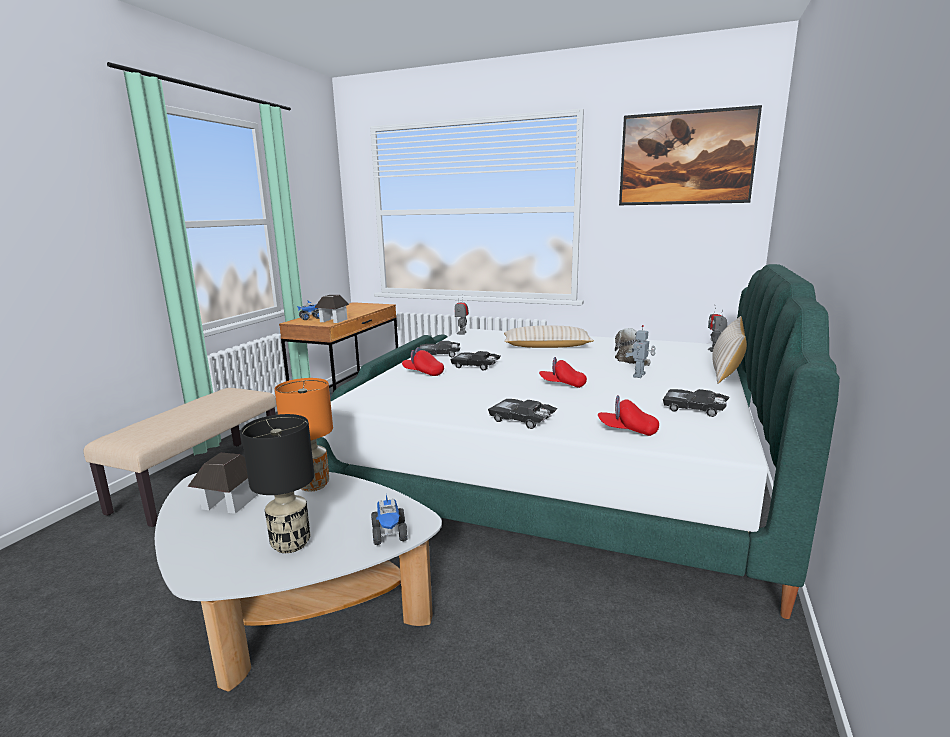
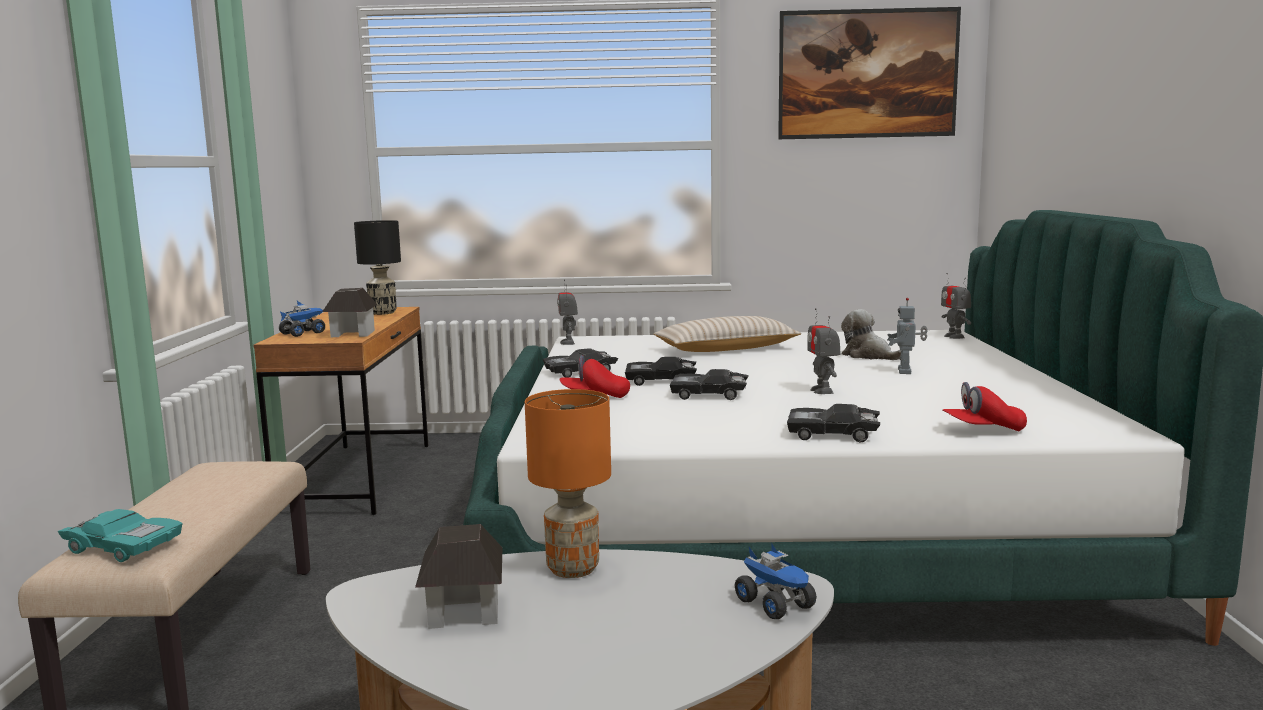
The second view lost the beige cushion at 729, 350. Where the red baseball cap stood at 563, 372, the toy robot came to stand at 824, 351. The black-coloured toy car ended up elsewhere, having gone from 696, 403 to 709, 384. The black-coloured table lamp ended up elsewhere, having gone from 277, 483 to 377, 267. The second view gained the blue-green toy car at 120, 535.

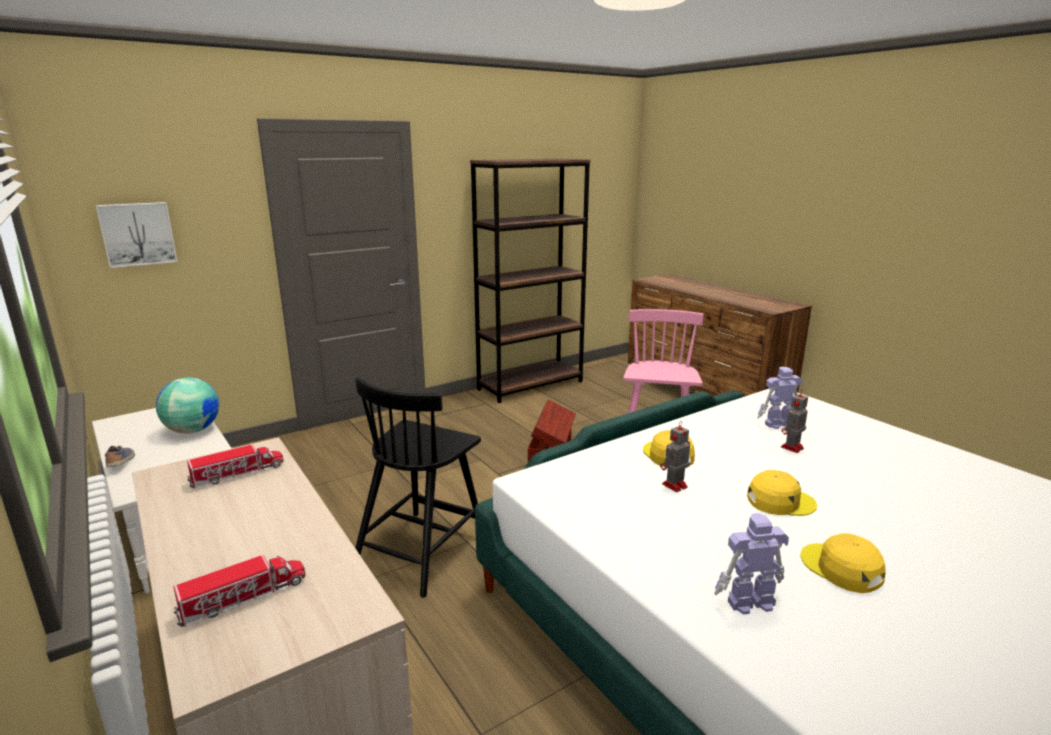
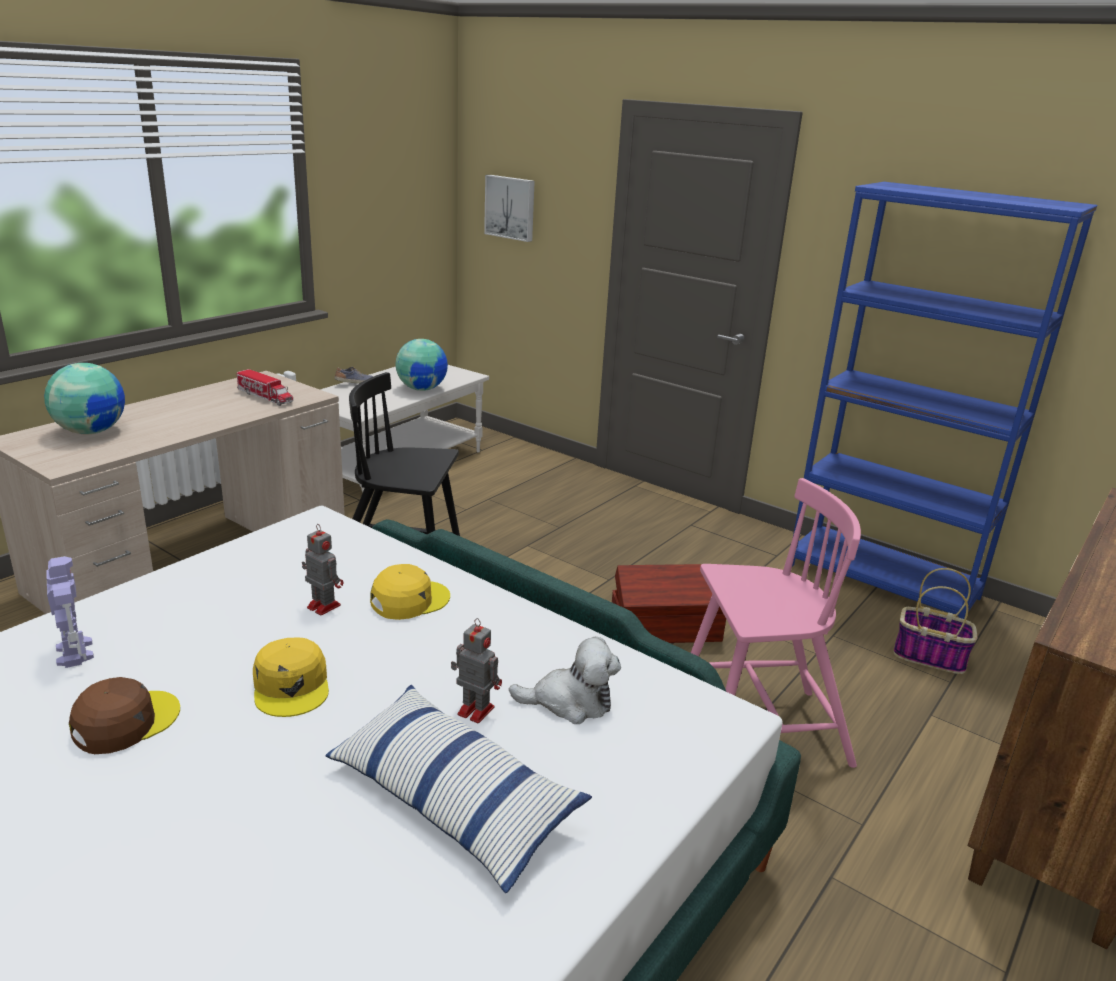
What was the brownish bookshelf at 530, 280 turned into the blue-coloured bookshelf at 944, 400. Where the toy robot stood at 779, 398, the soft toy came to stand at 565, 680. What was the yellow-coloured baseball cap at 843, 563 turned into the brownish baseball cap at 124, 715. Where the toy truck stood at 239, 591, the globe came to stand at 84, 398. The second view gained the storage basket at 935, 621. The second view gained the cushion at 458, 789.

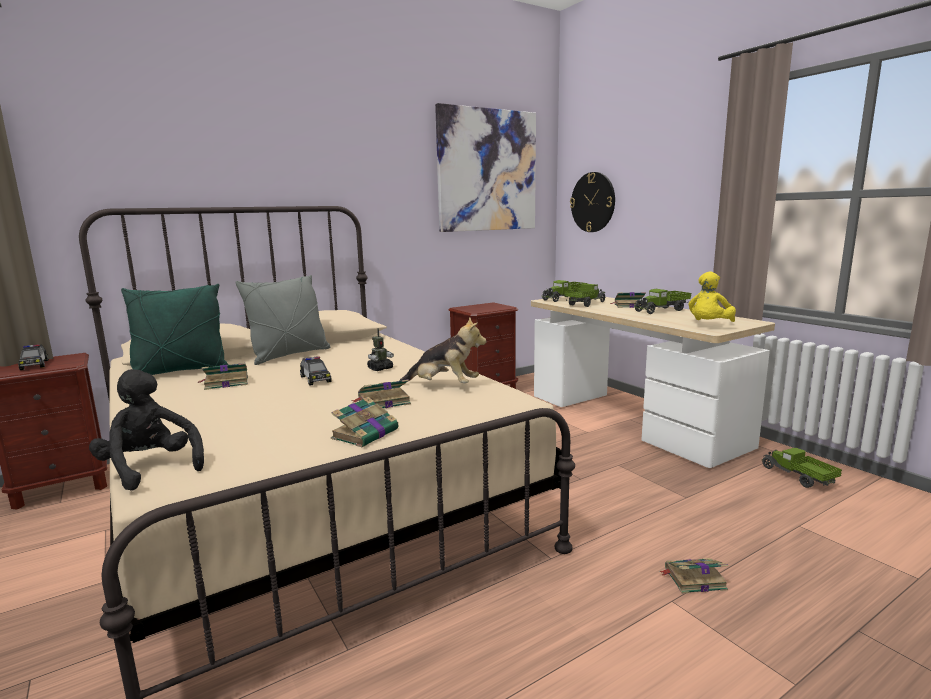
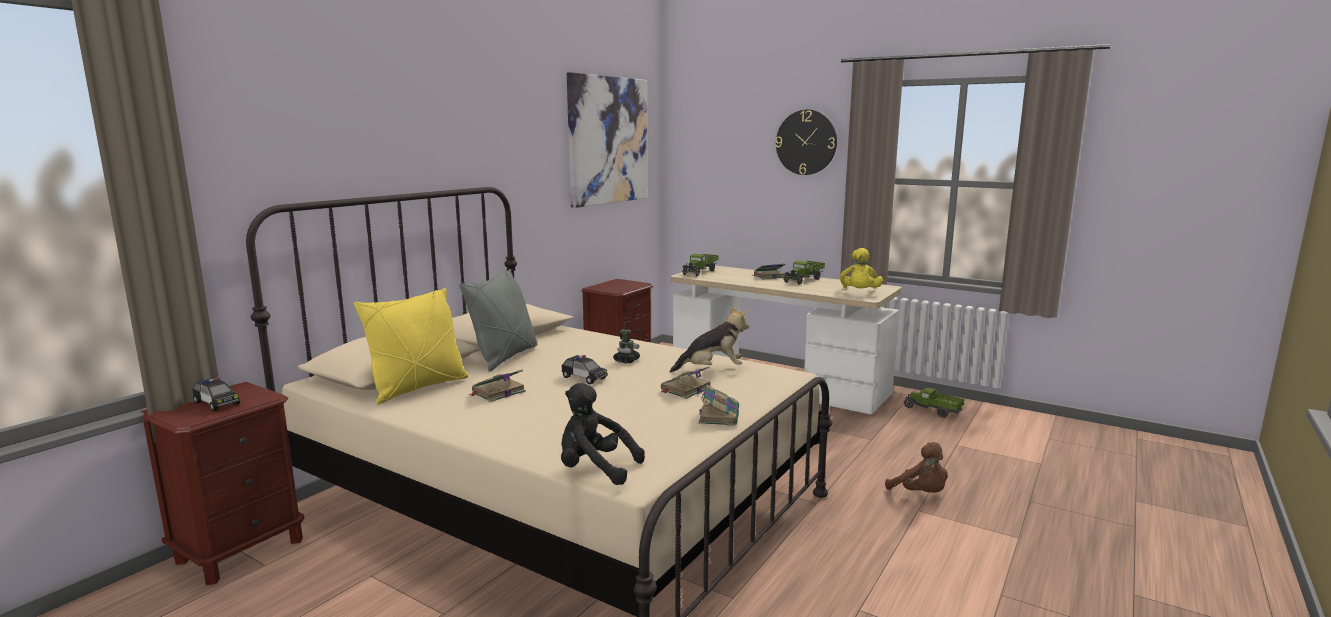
The wall clock ended up elsewhere, having gone from 592, 202 to 806, 142. What was the greenish cushion at 174, 329 turned into the yellow-coloured cushion at 411, 346. The second view lost the toy truck at 585, 295. Where the volume stood at 693, 576, the brownish soft toy came to stand at 916, 467.

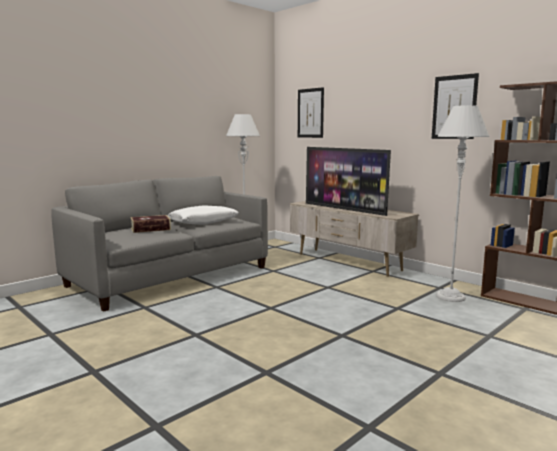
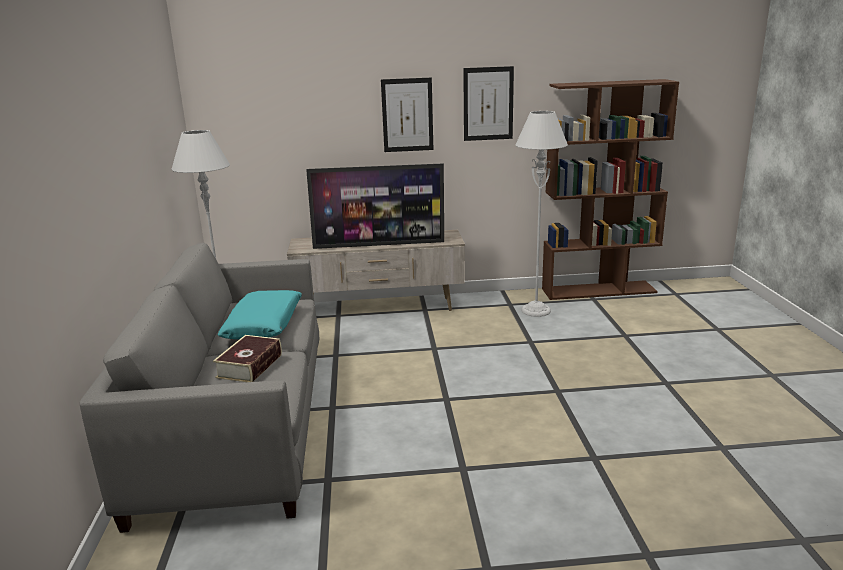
The wall picture ended up elsewhere, having gone from 311, 112 to 407, 115. What was the white cushion at 203, 215 turned into the blue-green cushion at 259, 314.

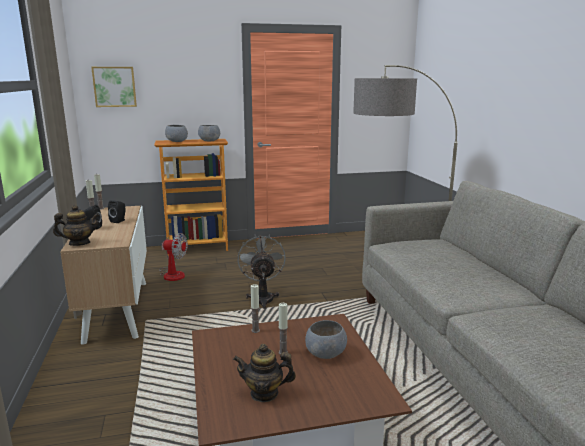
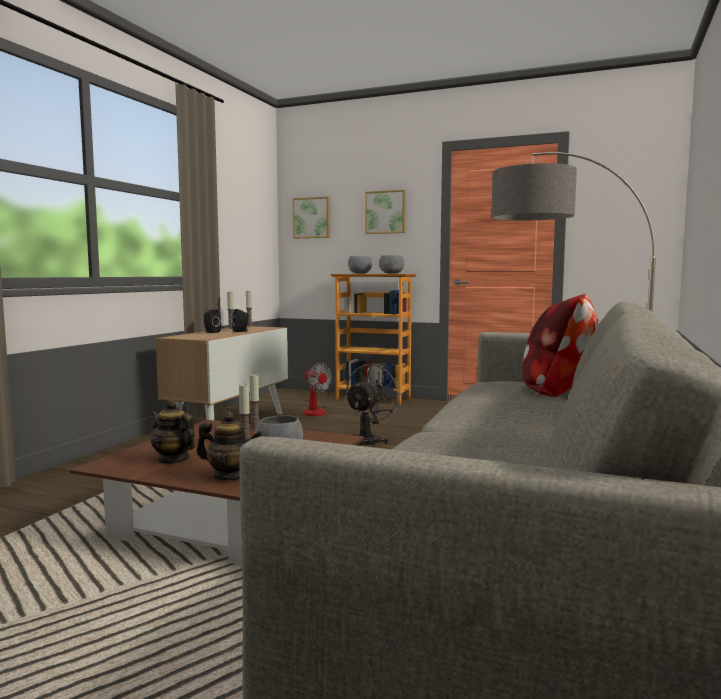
The teapot ended up elsewhere, having gone from 76, 225 to 229, 446. The second view gained the wall picture at 385, 212. The second view gained the cushion at 561, 345.

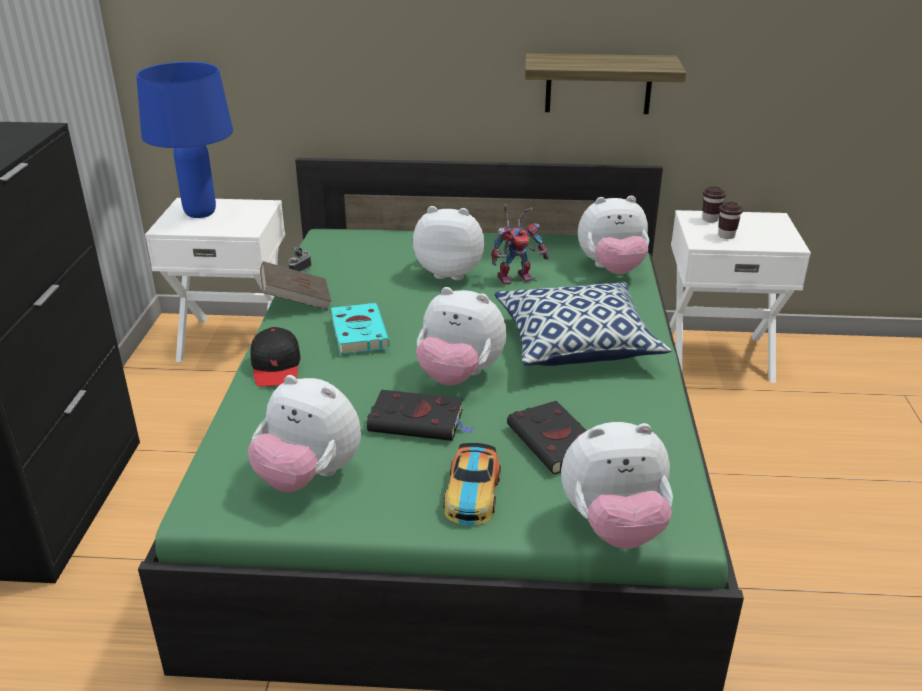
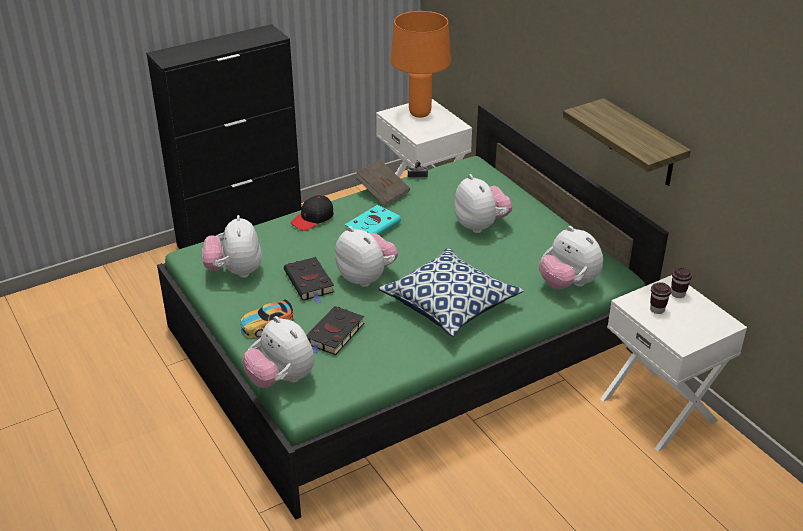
What was the blue-coloured table lamp at 184, 140 turned into the orangey table lamp at 420, 64. The second view lost the toy robot at 520, 244. The soft toy at 461, 336 ended up facing another way, 150 degrees clockwise from before.

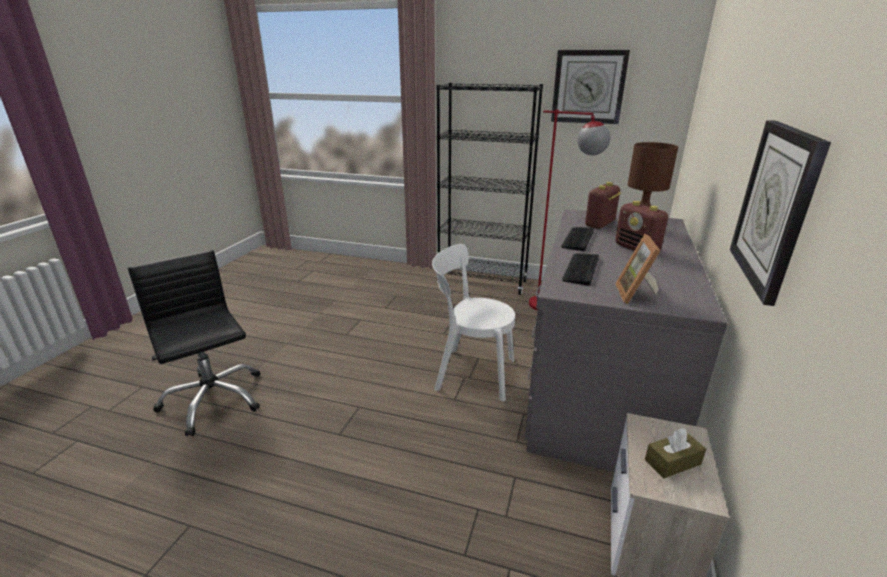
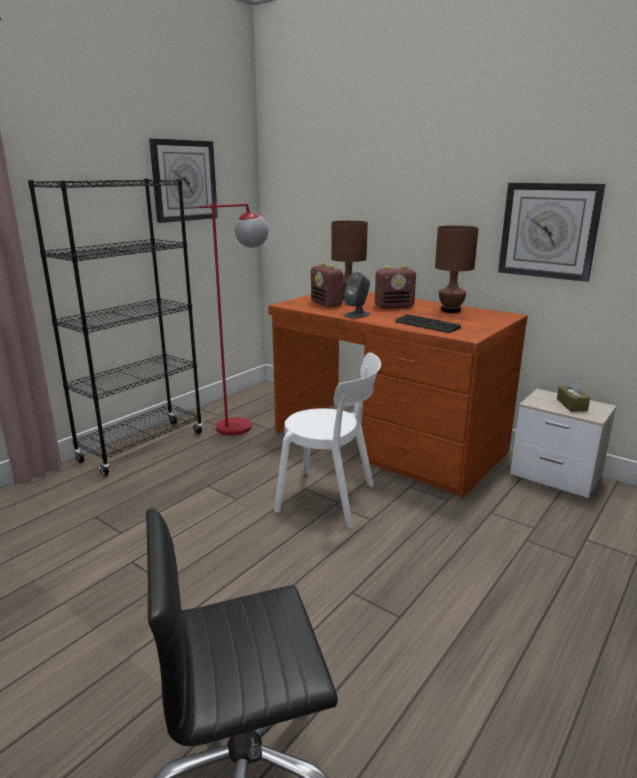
What was the grey desk table at 626, 340 turned into the brownish desk table at 398, 395. Where the computer keyboard stood at 577, 239, the grey speaker came to stand at 356, 295. The second view lost the picture frame at 637, 269. The white chair at 473, 322 ended up facing another way, 105 degrees counterclockwise from before. The second view gained the brownish table lamp at 457, 269.

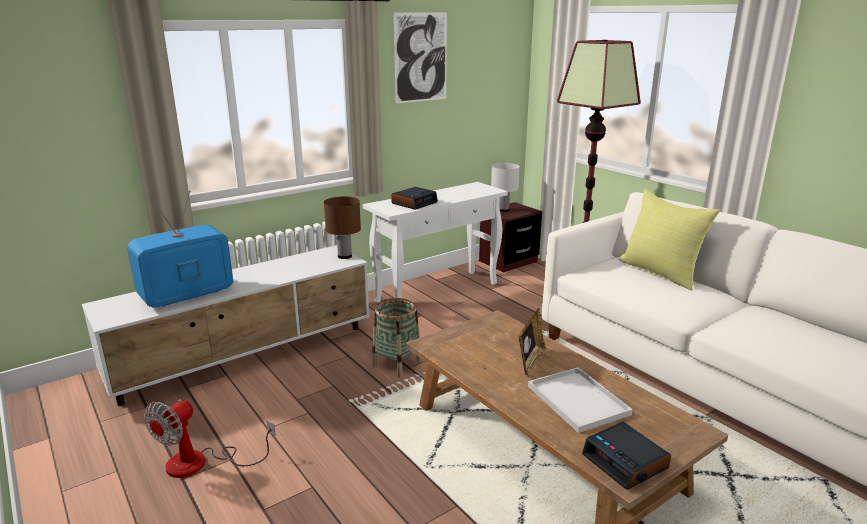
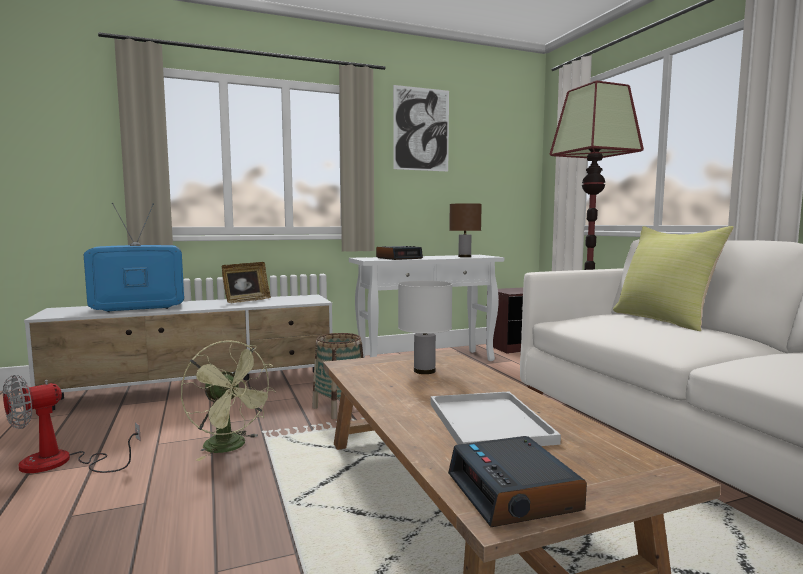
The white table lamp ended up elsewhere, having gone from 505, 187 to 425, 327. The brownish table lamp ended up elsewhere, having gone from 342, 227 to 465, 230. The picture frame ended up elsewhere, having gone from 532, 342 to 246, 282. The second view gained the greenish electric fan at 228, 400.

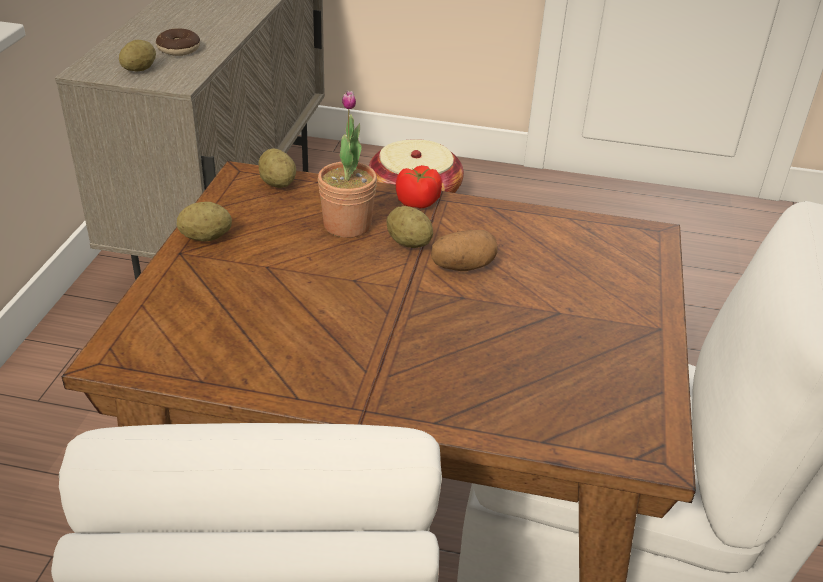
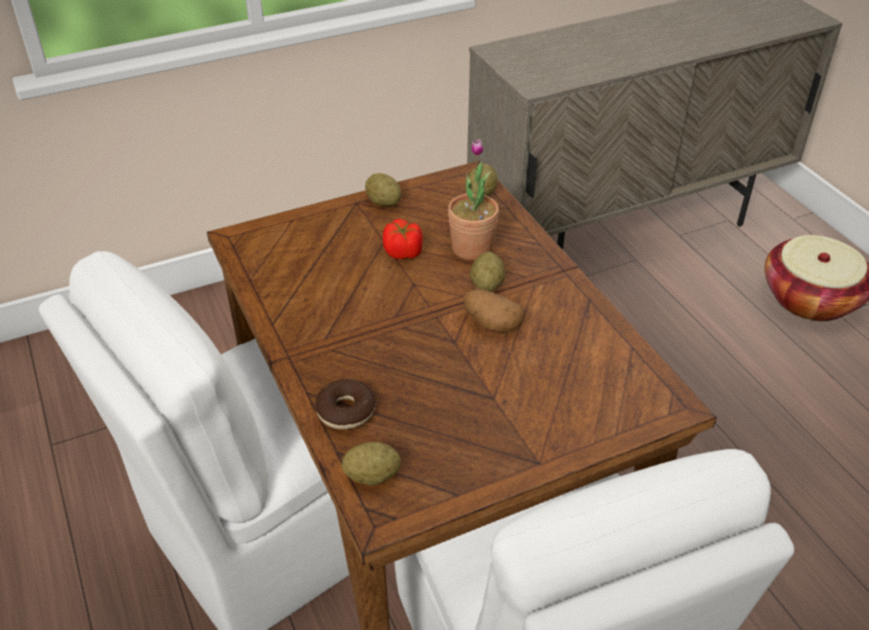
The donut ended up elsewhere, having gone from 178, 42 to 345, 404. The potato ended up elsewhere, having gone from 137, 56 to 371, 463. The tomato ended up elsewhere, having gone from 419, 186 to 403, 239.

